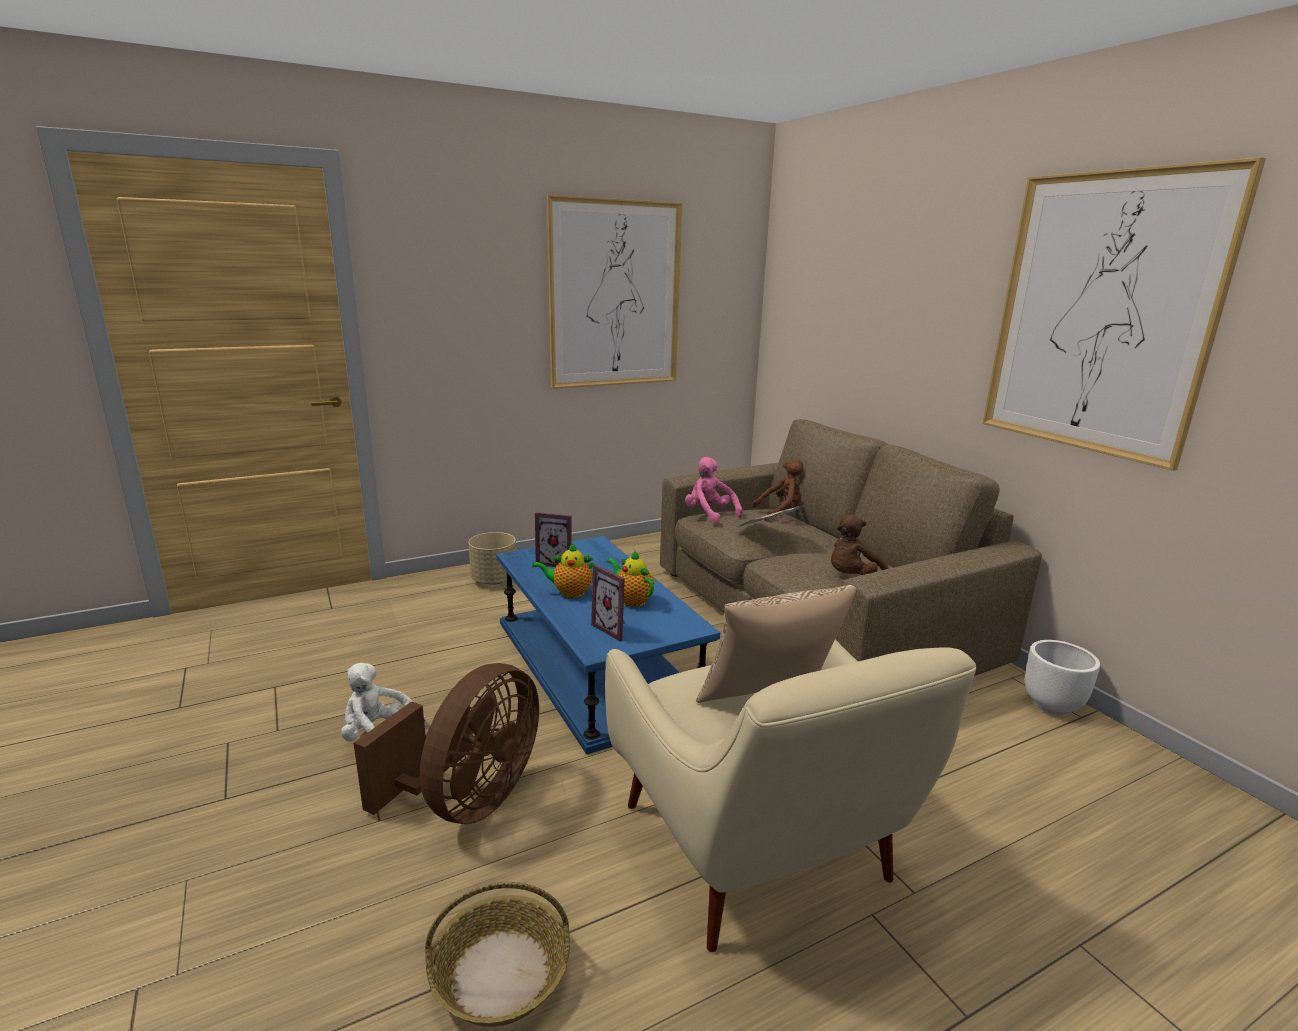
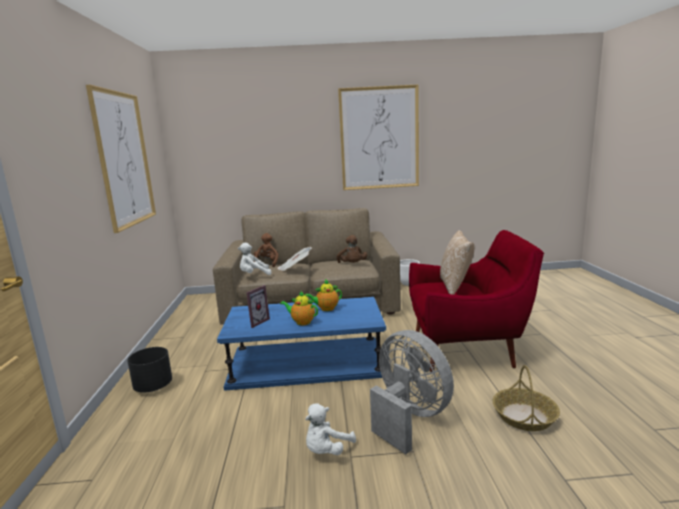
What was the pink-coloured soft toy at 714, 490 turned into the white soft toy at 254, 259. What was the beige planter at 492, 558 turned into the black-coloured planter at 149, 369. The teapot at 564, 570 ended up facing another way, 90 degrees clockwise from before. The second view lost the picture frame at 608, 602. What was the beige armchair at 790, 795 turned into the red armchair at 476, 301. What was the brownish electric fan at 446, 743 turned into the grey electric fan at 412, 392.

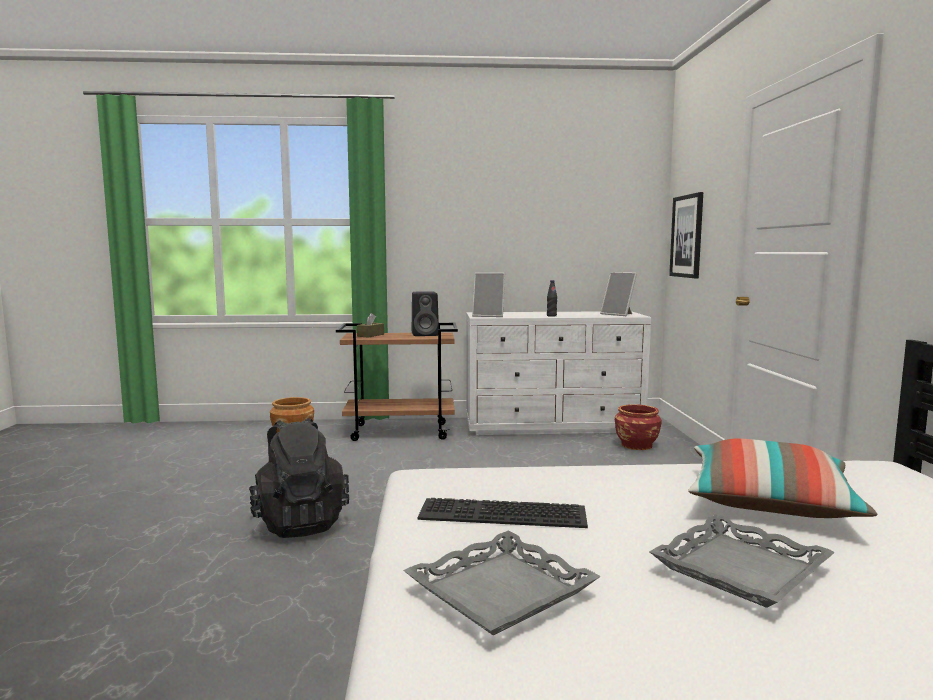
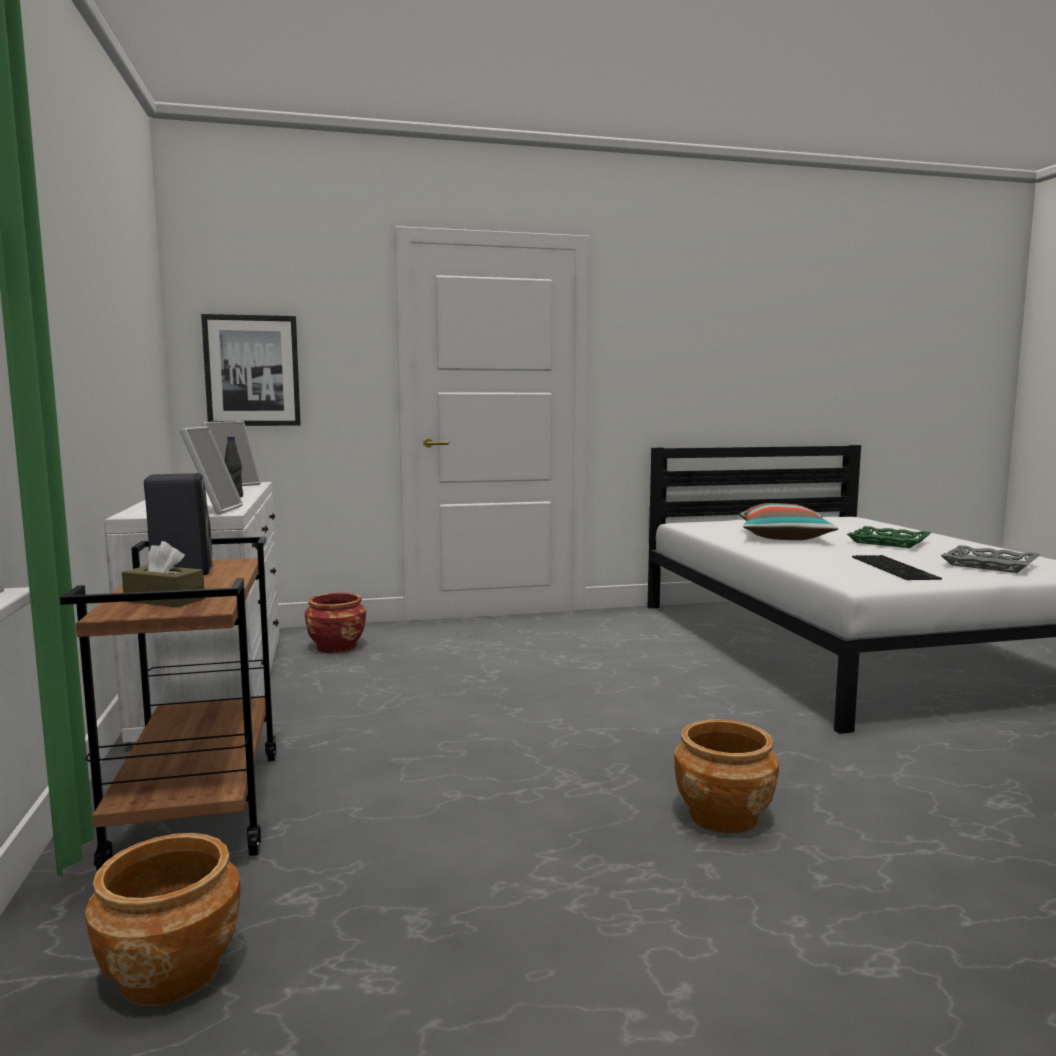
Where the black-coloured knapsack stood at 299, 478, the brownish planter came to stand at 726, 776. What was the grey tray at 742, 561 turned into the greenish tray at 889, 537.

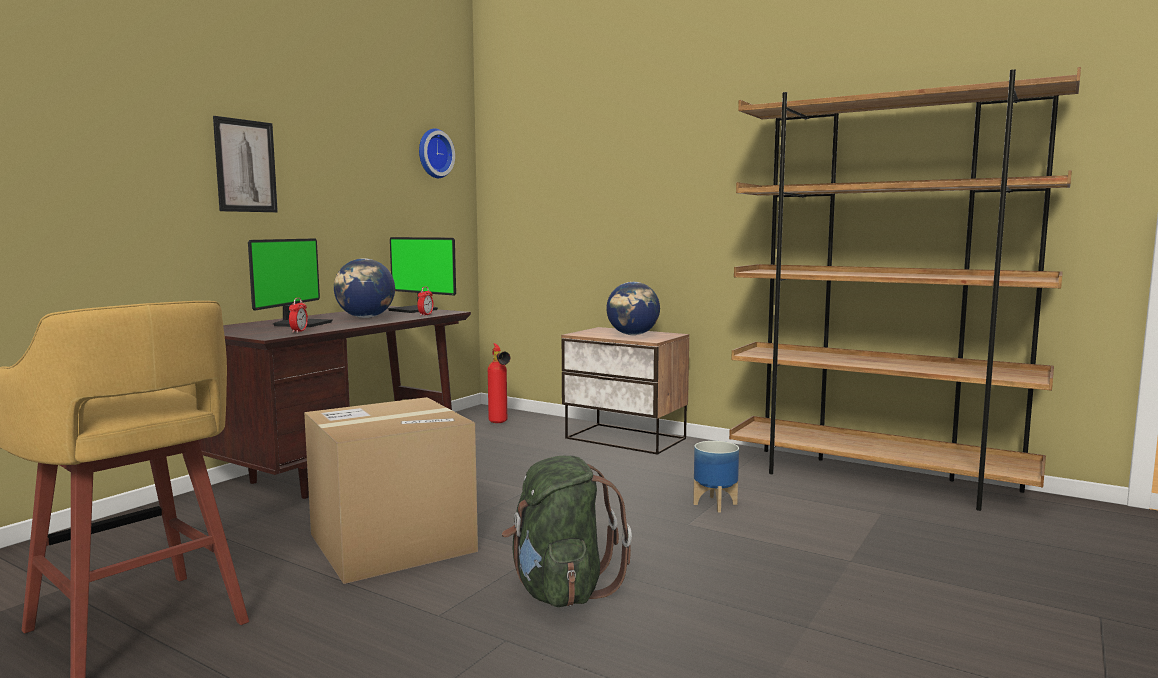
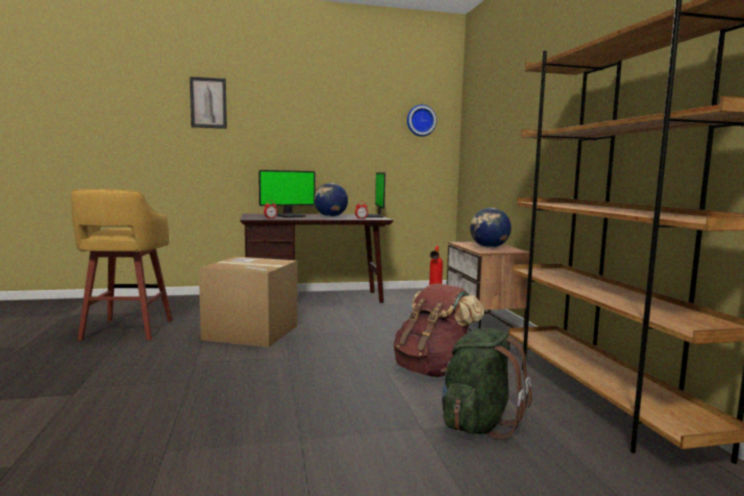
The wall picture ended up elsewhere, having gone from 245, 164 to 208, 103. Where the planter stood at 716, 476, the brownish knapsack came to stand at 439, 330. The greenish knapsack ended up elsewhere, having gone from 567, 531 to 486, 383.

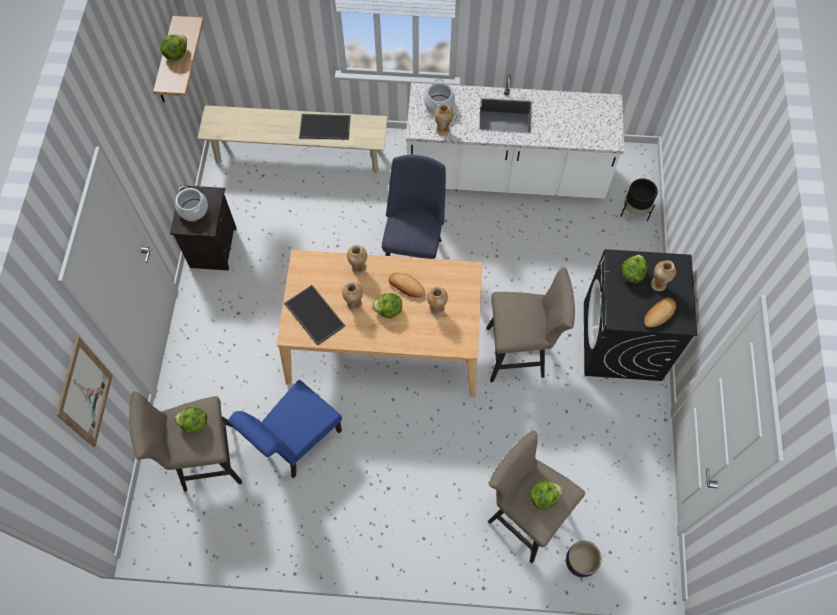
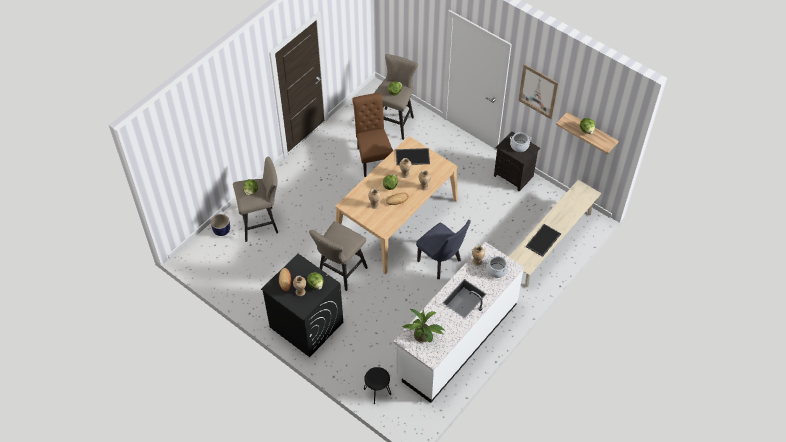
Where the black-coloured planter stood at 639, 199, the black-coloured stool seat came to stand at 377, 385. The wall picture ended up elsewhere, having gone from 84, 392 to 538, 92. What was the blue-coloured chair at 285, 429 turned into the brownish chair at 372, 135. The second view gained the houseplant at 424, 326.

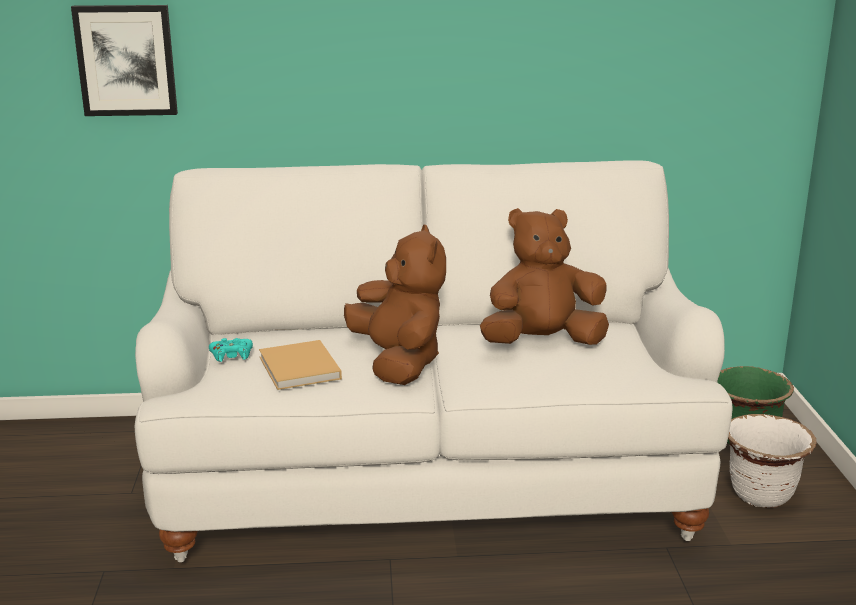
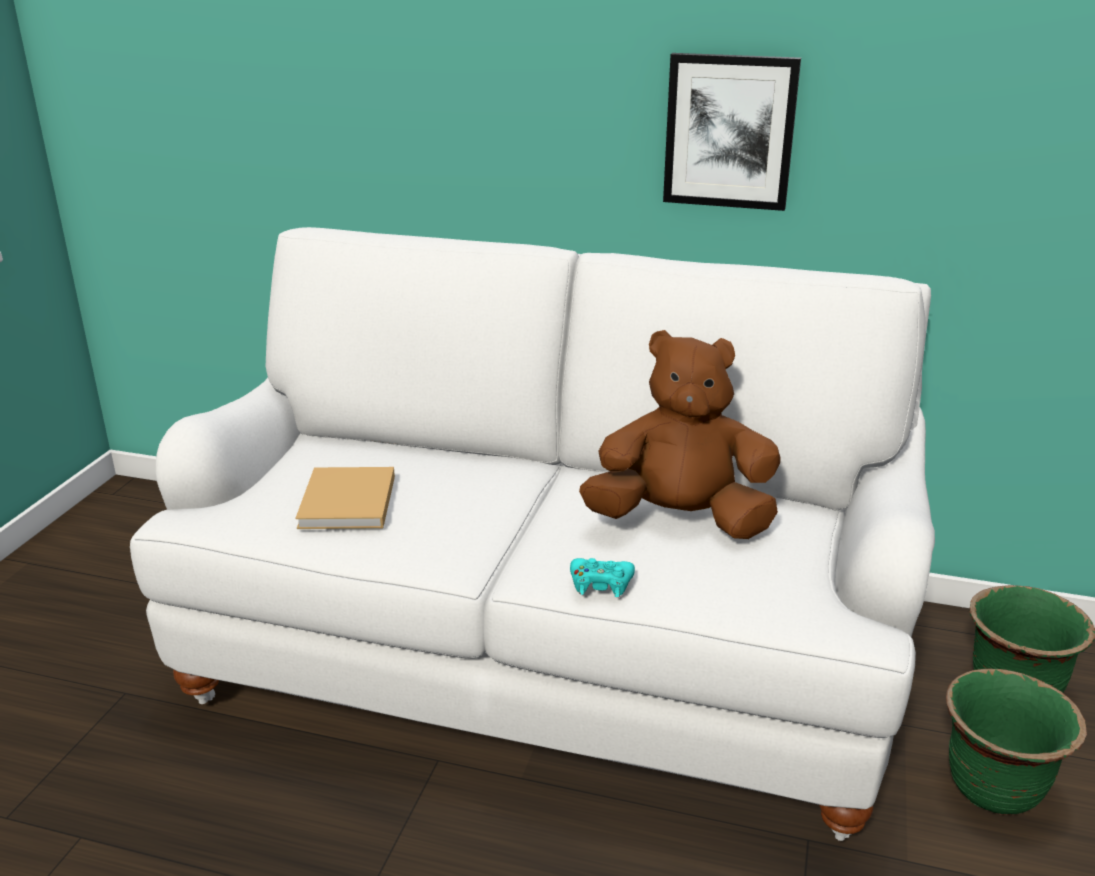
The wall picture ended up elsewhere, having gone from 124, 60 to 732, 132. The second view lost the brownish soft toy at 395, 305. The blue-green gamepad ended up elsewhere, having gone from 231, 350 to 602, 577. What was the white planter at 772, 461 turned into the greenish planter at 1016, 742.

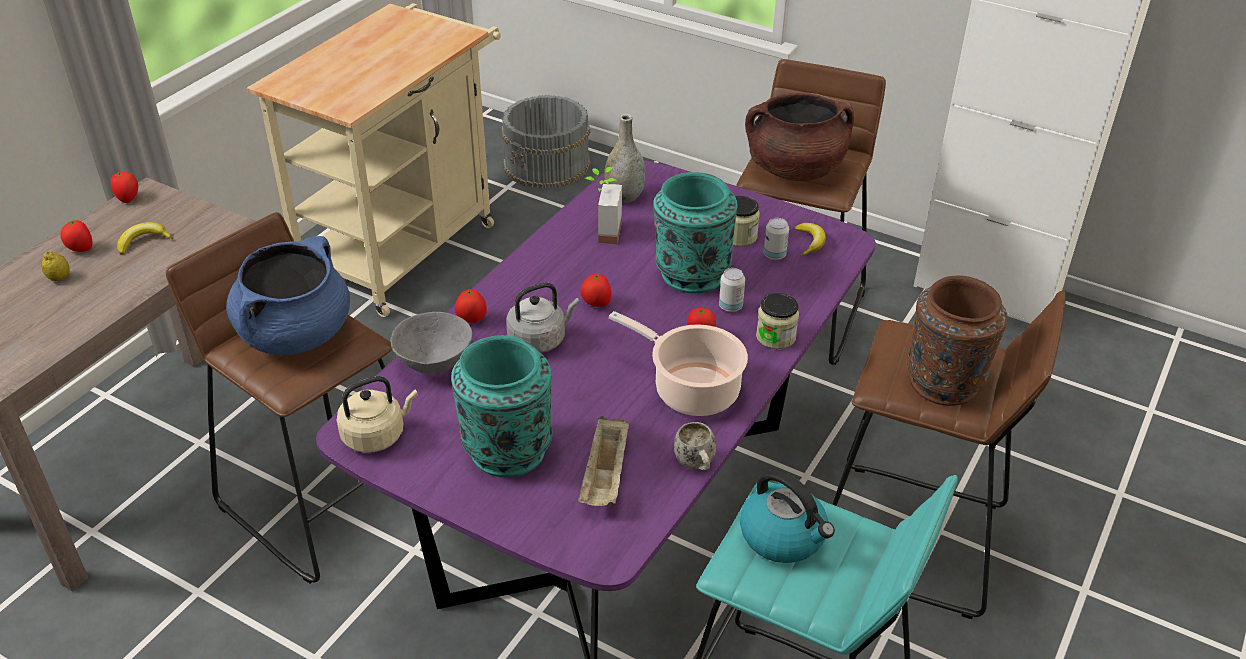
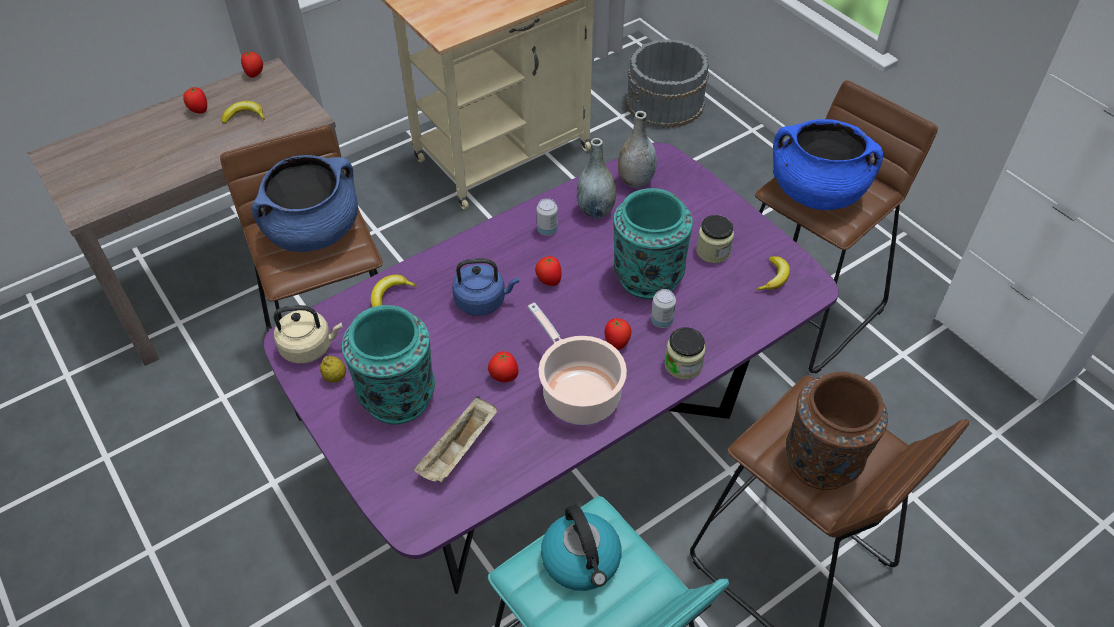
What was the brownish cooking pot at 799, 137 turned into the blue-coloured cooking pot at 828, 164. Where the houseplant stood at 603, 205, the grey vase came to stand at 596, 178. The can ended up elsewhere, having gone from 776, 239 to 547, 217. The whole lemon ended up elsewhere, having gone from 55, 266 to 333, 369. What was the grey water kettle at 543, 317 turned into the blue-coloured water kettle at 485, 287. The tomato ended up elsewhere, having gone from 471, 306 to 503, 366. Where the grey bowl stood at 431, 343, the banana fruit came to stand at 394, 290. The second view lost the white tea mug at 695, 446.

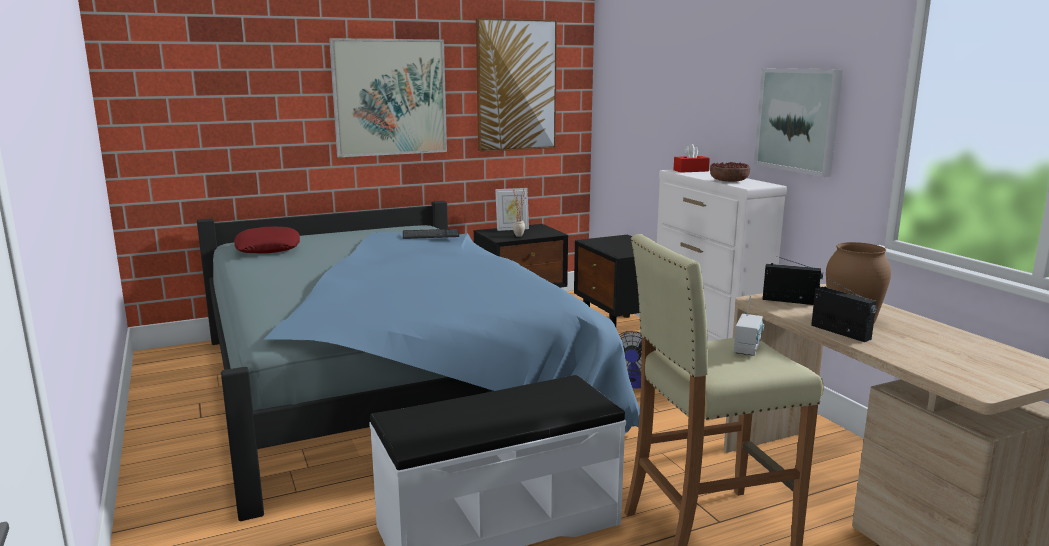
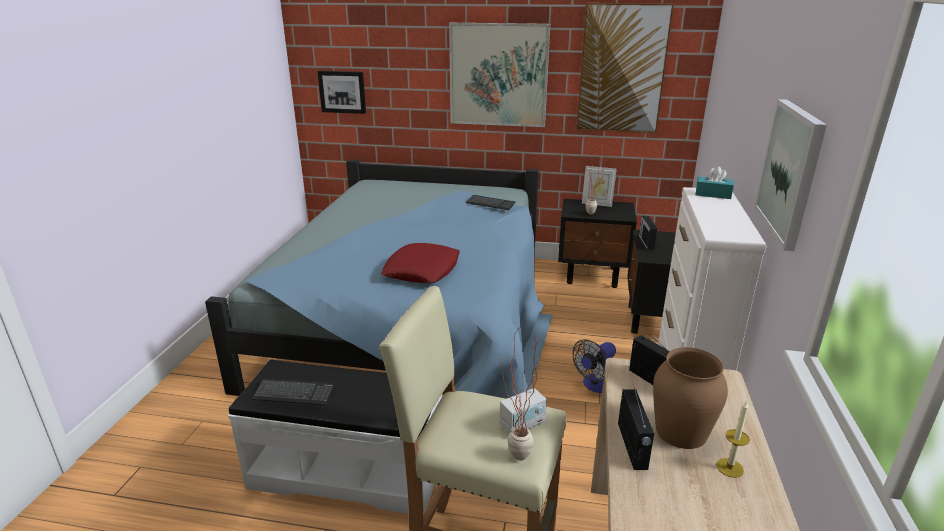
What was the red tissue box at 692, 158 turned into the blue-green tissue box at 715, 182. The second view lost the bowl at 730, 172. The red cushion ended up elsewhere, having gone from 267, 240 to 420, 263. The second view gained the wall picture at 341, 92. The second view gained the radio at 648, 233. The second view gained the houseplant at 517, 396. The second view gained the computer keyboard at 293, 392. The second view gained the candle at 733, 439.

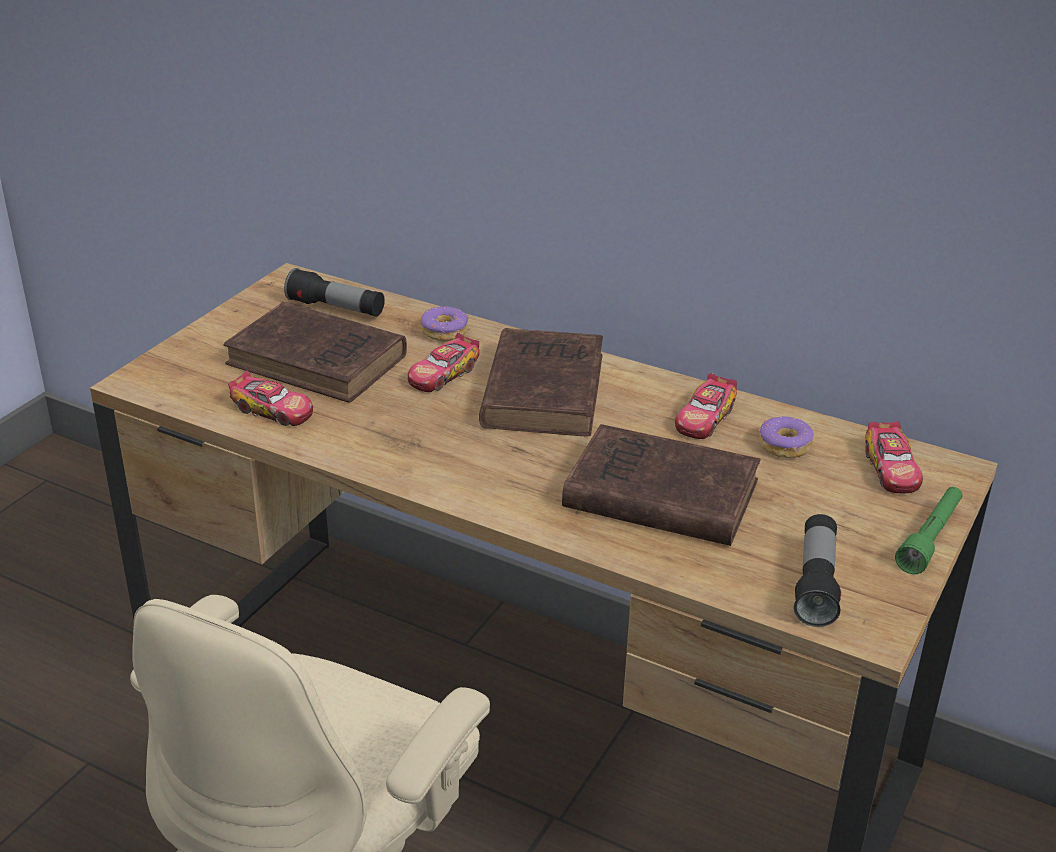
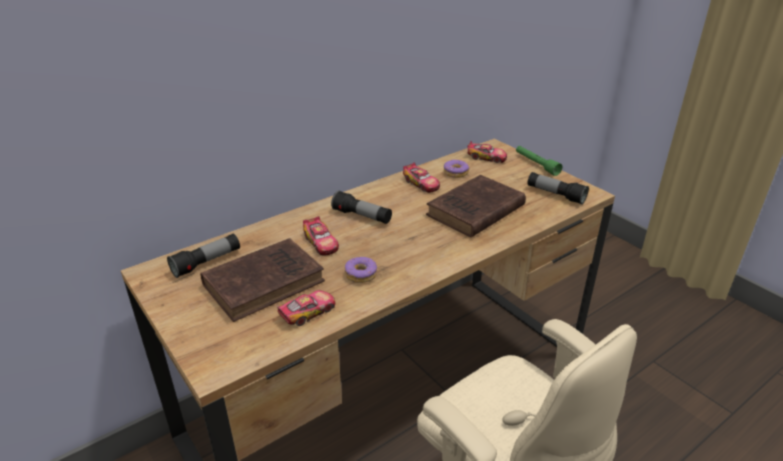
The donut ended up elsewhere, having gone from 445, 323 to 361, 270. Where the brownish volume stood at 541, 382, the hand torch came to stand at 361, 207.

